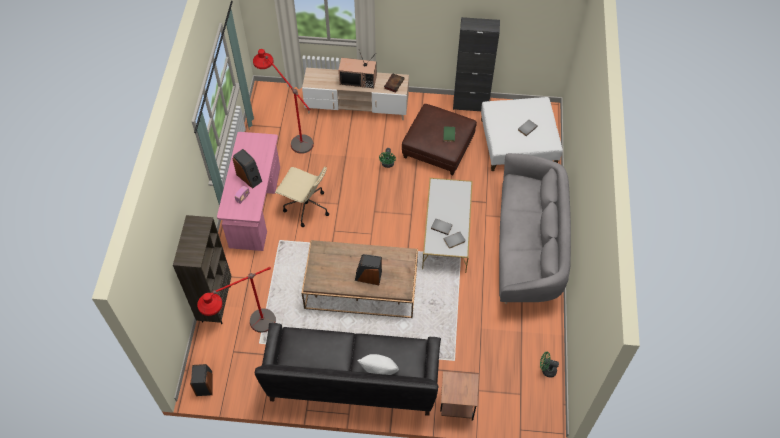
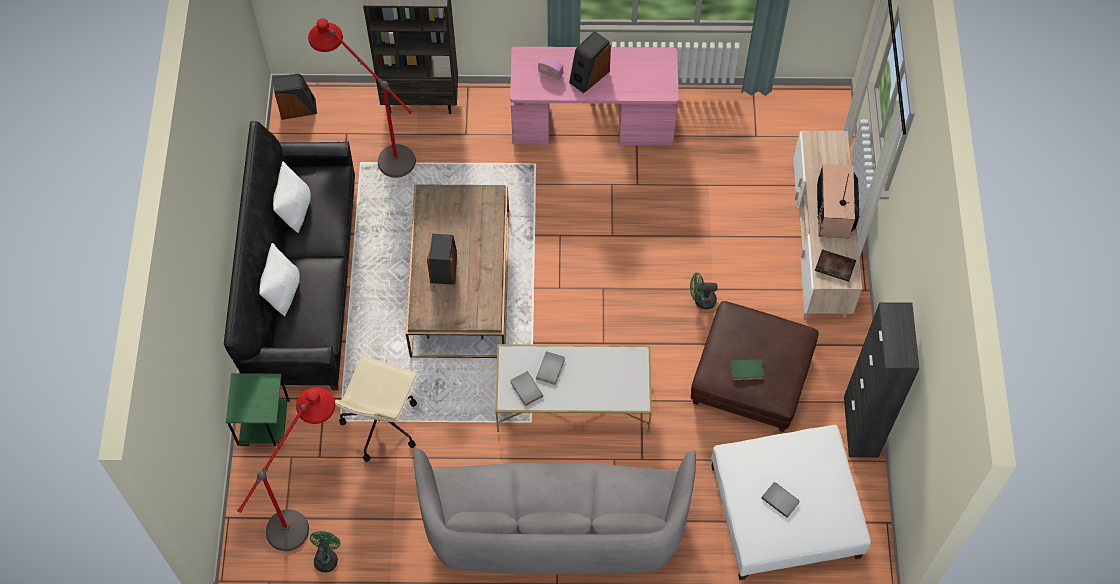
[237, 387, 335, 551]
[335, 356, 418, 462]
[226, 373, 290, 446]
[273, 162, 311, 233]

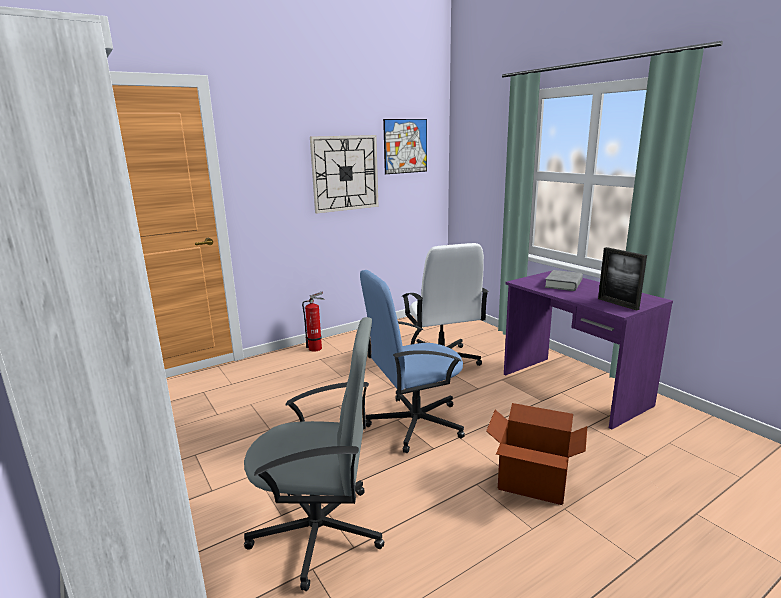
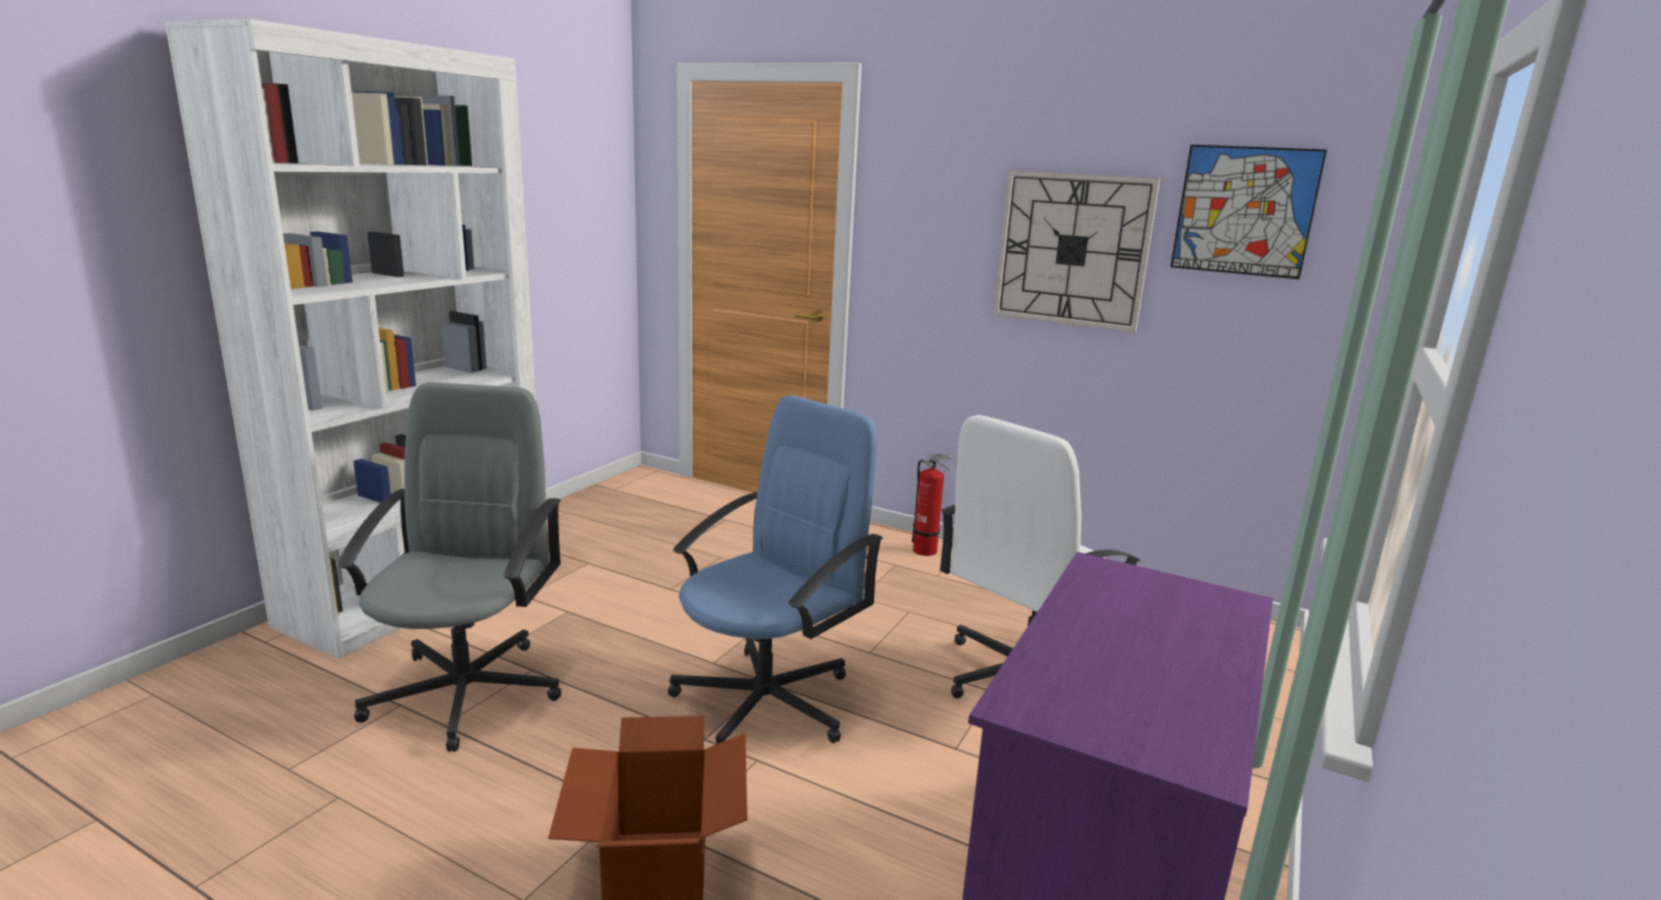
[336, 382, 561, 752]
[668, 395, 883, 744]
[545, 270, 583, 291] (first image)
[598, 247, 647, 311] (first image)

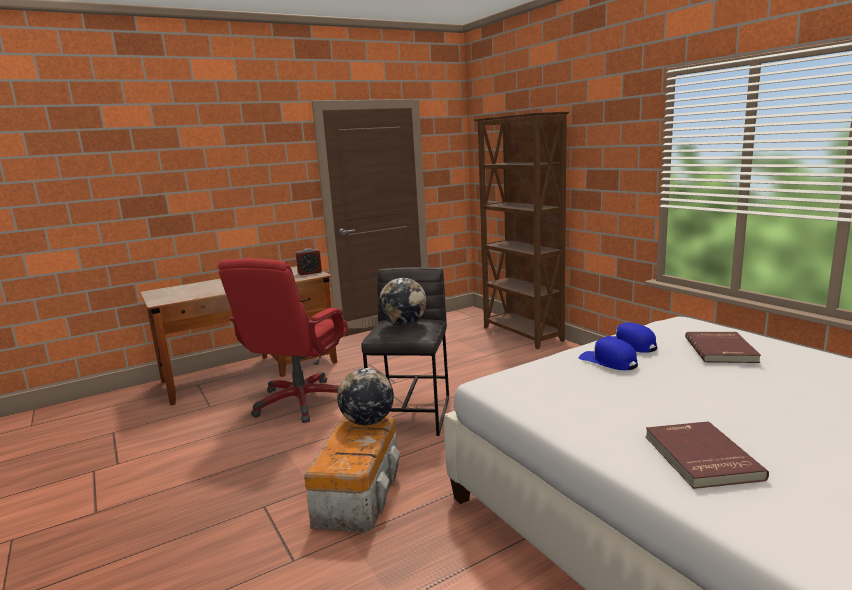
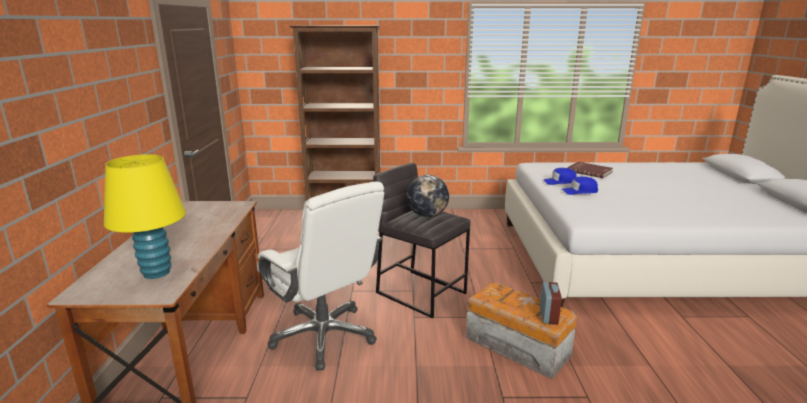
[257, 182, 384, 370]
[540, 282, 562, 325]
[337, 368, 394, 425] (first image)
[646, 421, 769, 489] (first image)
[104, 154, 186, 279]

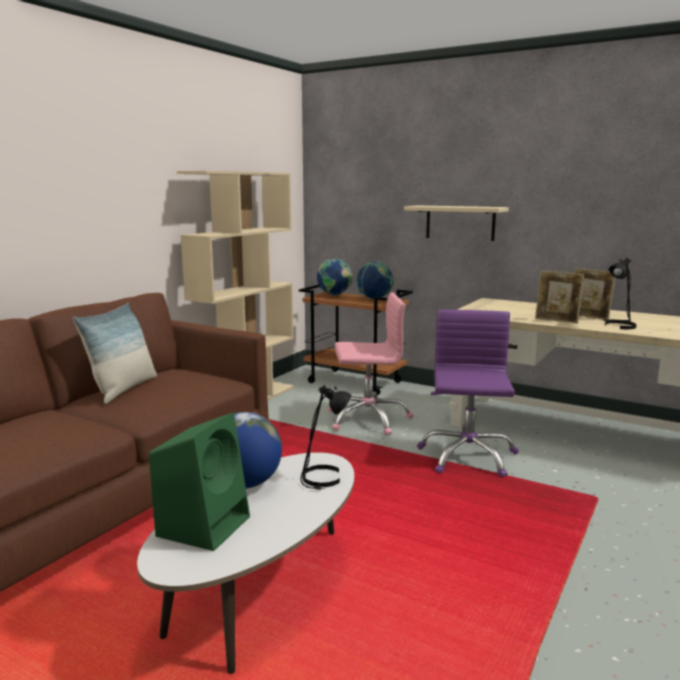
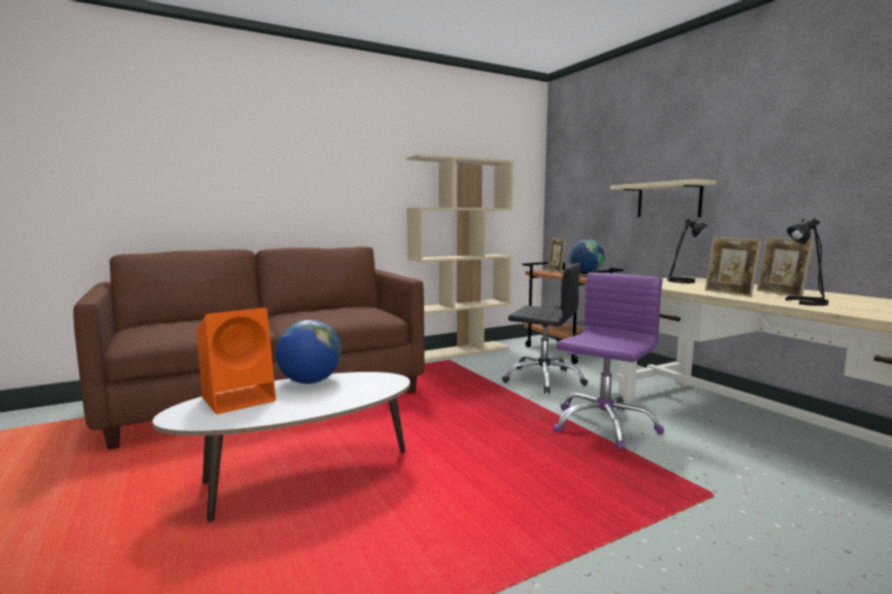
[73, 303, 157, 404] (first image)
[197, 308, 276, 414]
[667, 218, 708, 283]
[547, 237, 566, 273]
[502, 263, 588, 394]

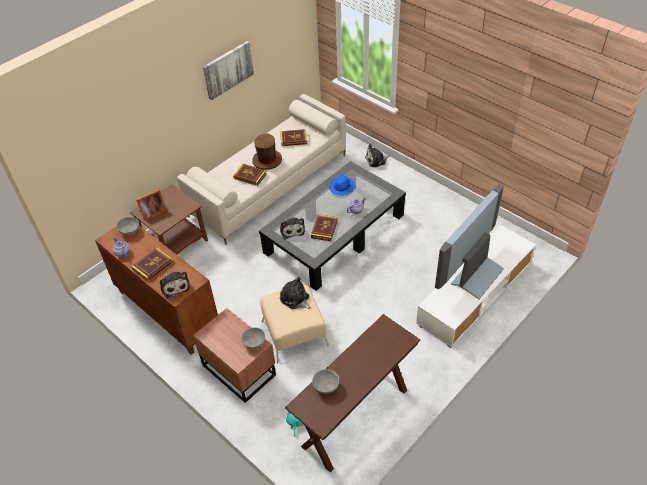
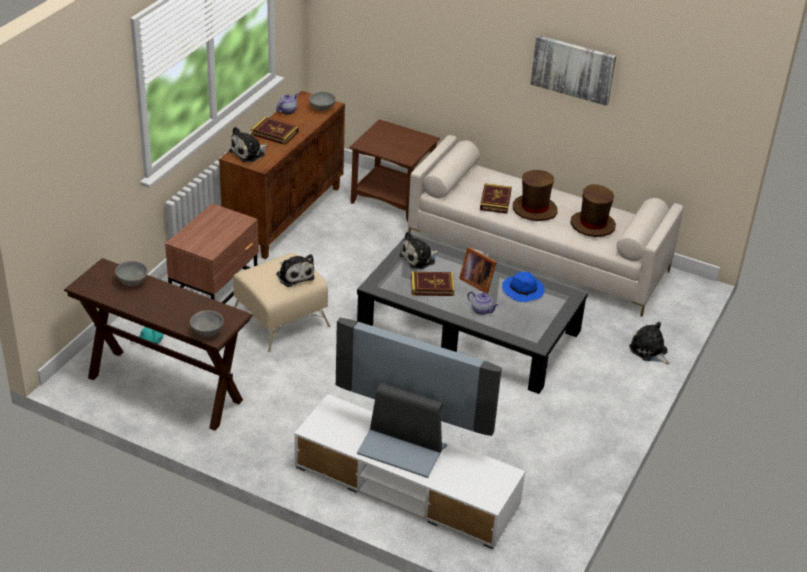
[459, 247, 497, 293]
[190, 310, 224, 337]
[571, 184, 616, 237]
[276, 254, 315, 287]

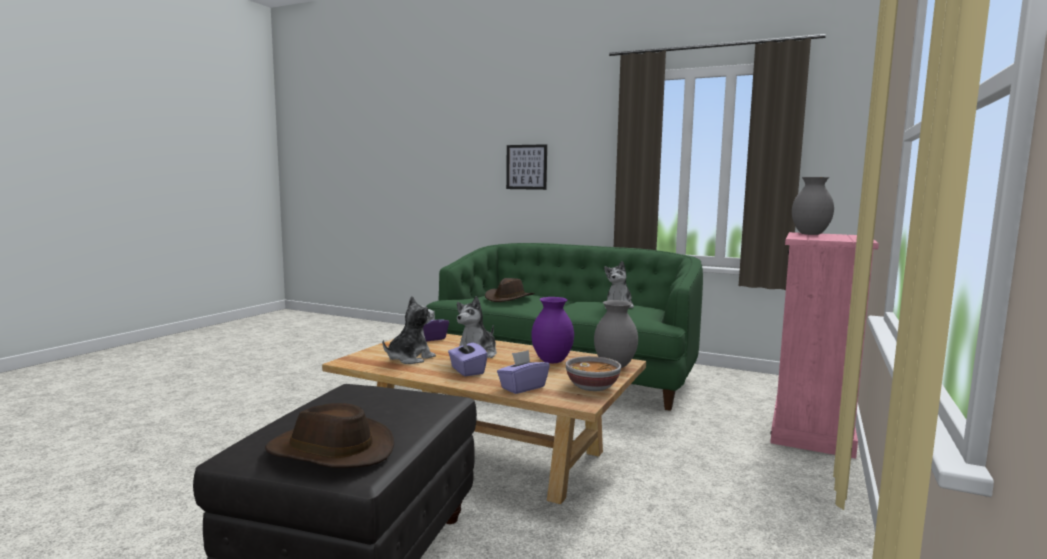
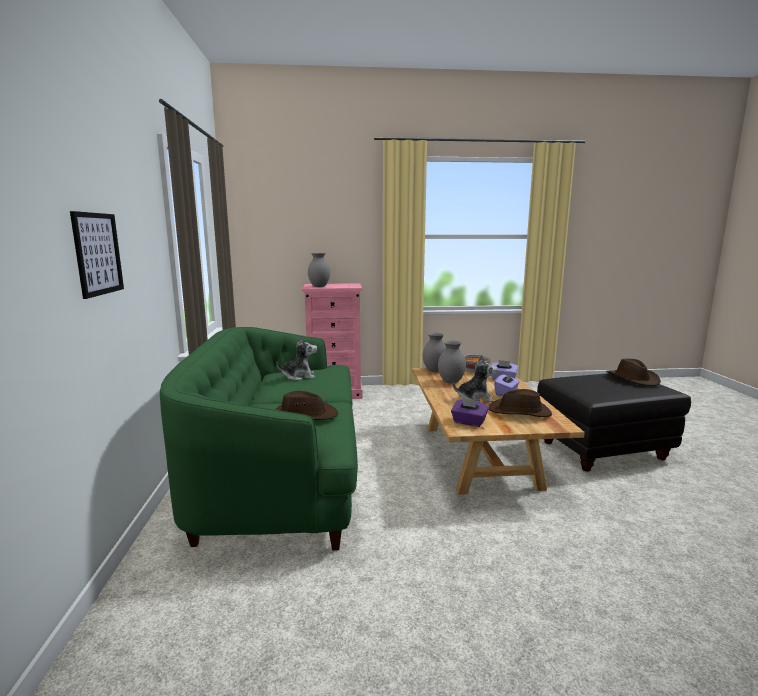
[488, 389, 552, 417]
[438, 340, 466, 384]

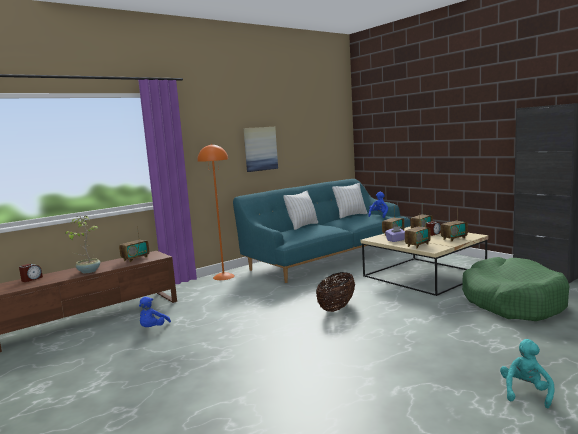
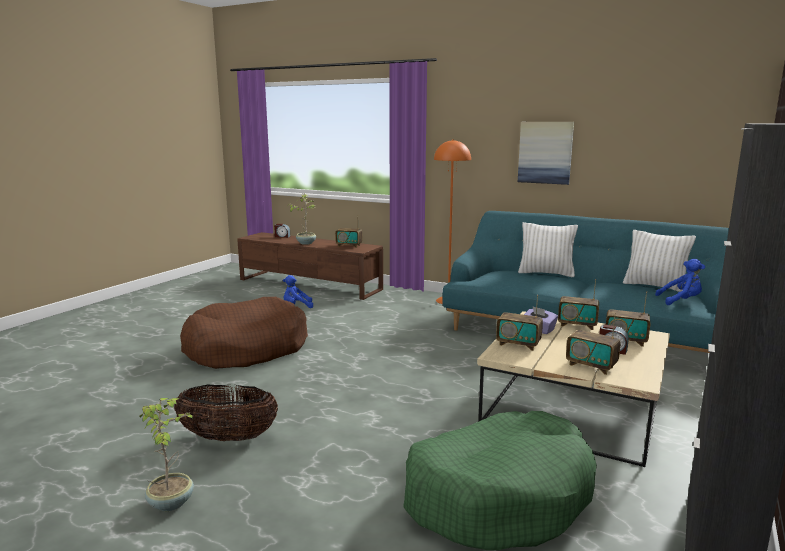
[174, 385, 278, 441]
[139, 398, 194, 511]
[180, 297, 308, 369]

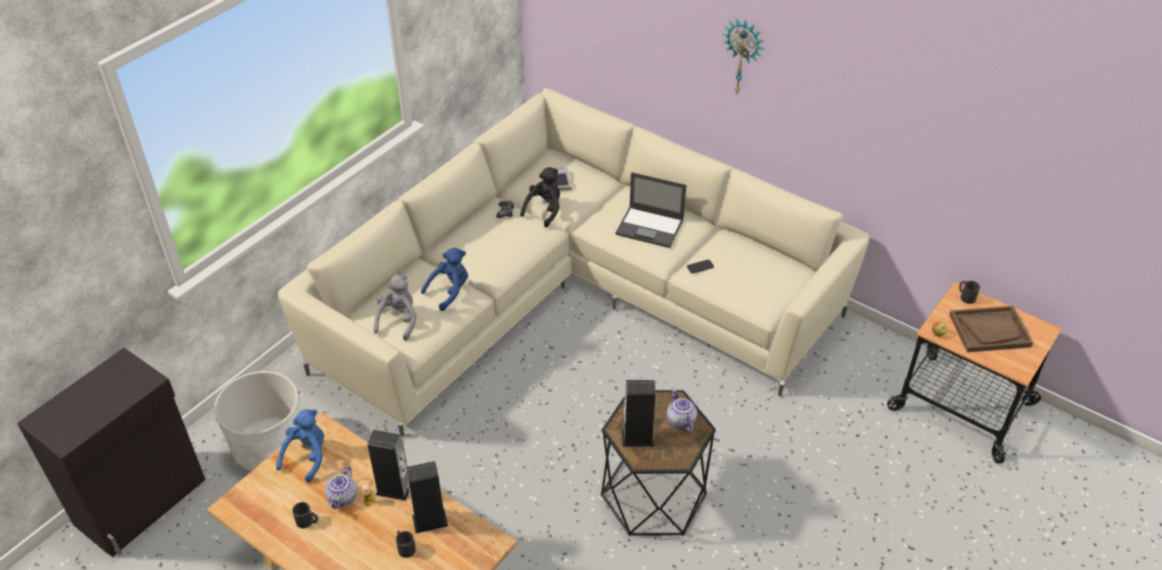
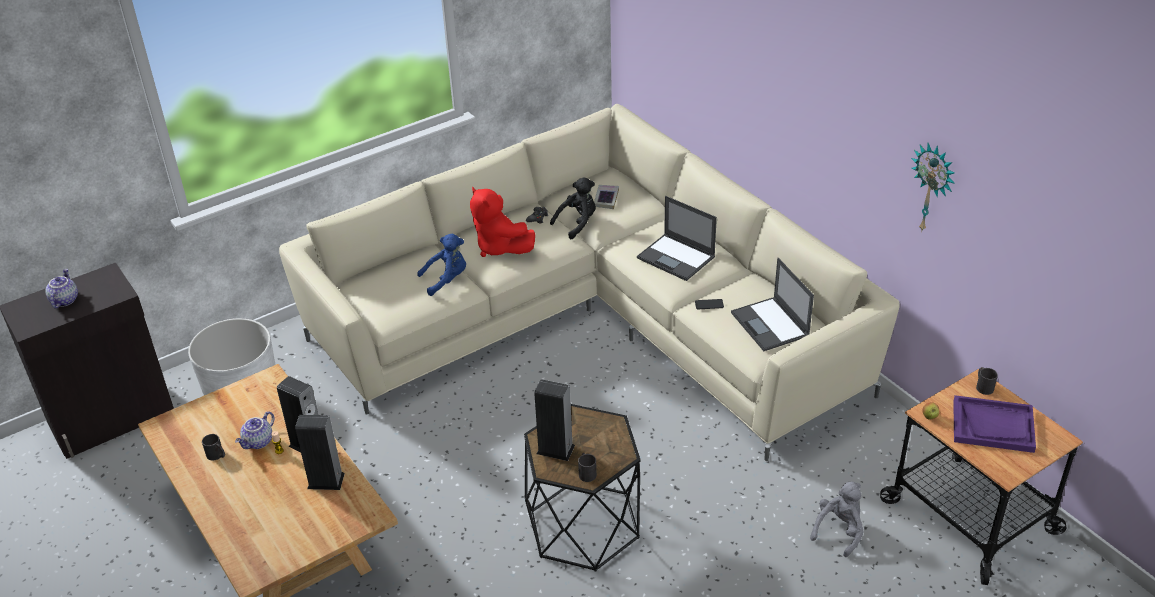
[276, 409, 324, 483] (first image)
[810, 481, 864, 557]
[578, 453, 597, 482]
[45, 269, 78, 309]
[911, 143, 955, 232]
[953, 395, 1036, 453]
[470, 186, 535, 257]
[731, 258, 814, 351]

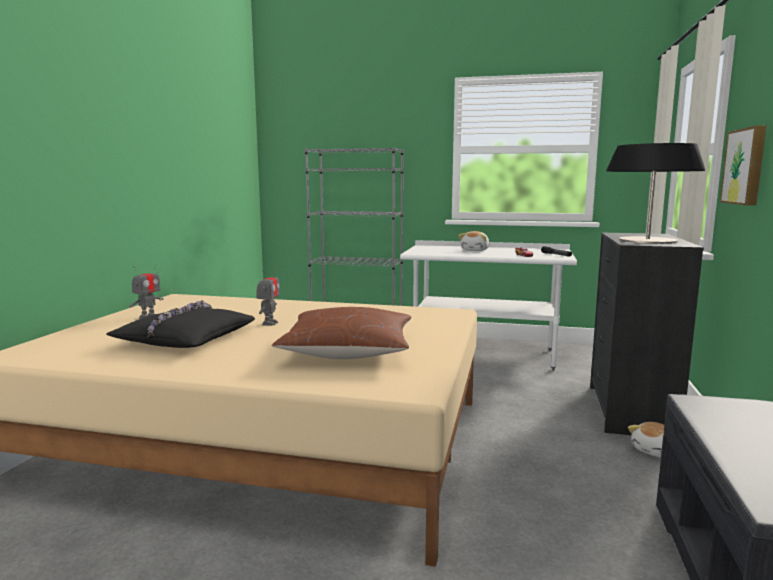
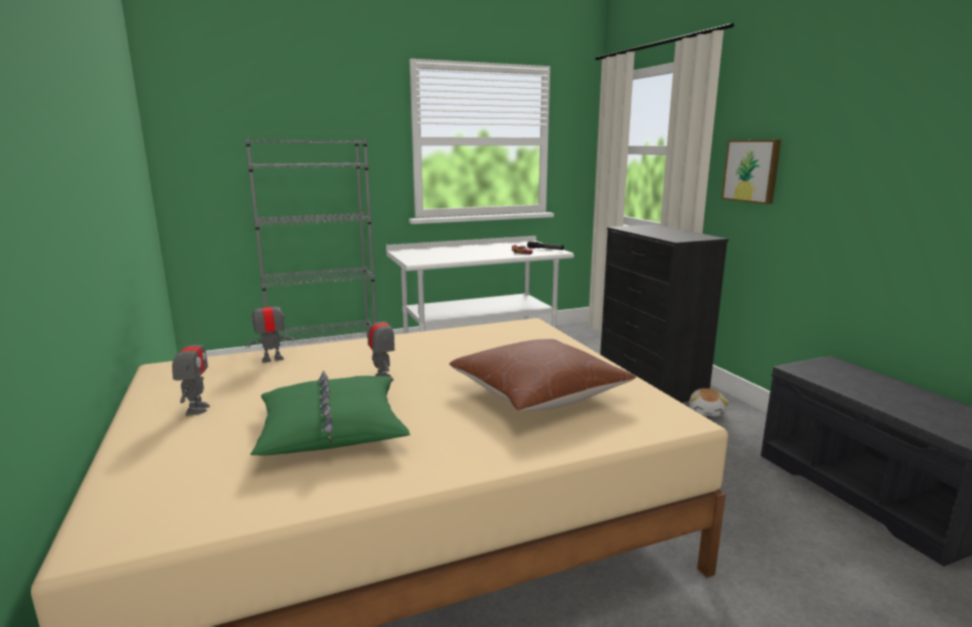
[250, 371, 410, 455]
[459, 231, 489, 251] (first image)
[606, 143, 705, 244] (first image)
[246, 295, 296, 363]

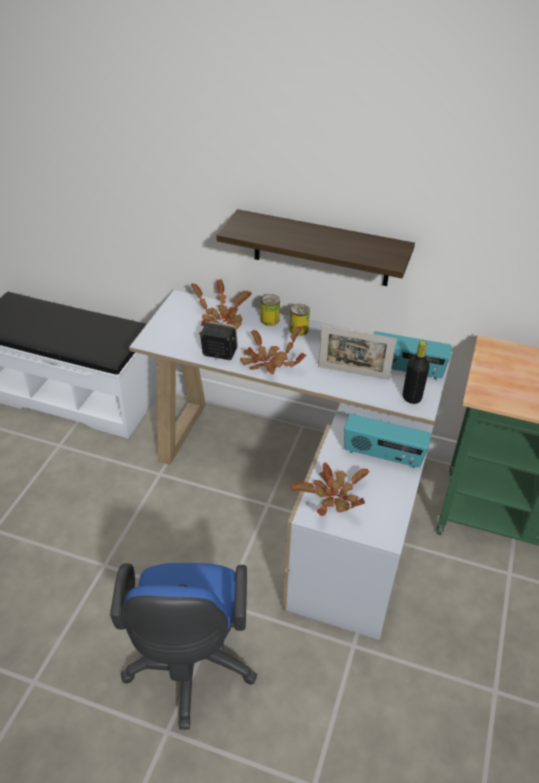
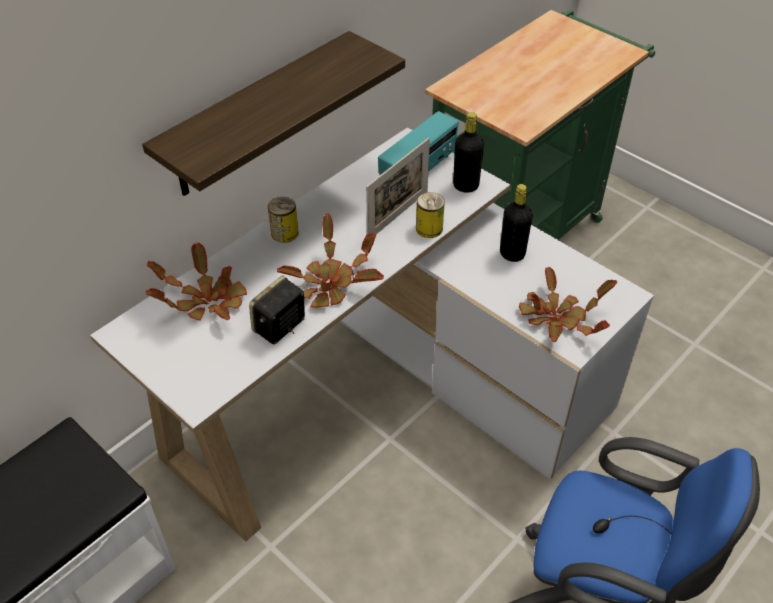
[416, 192, 445, 238]
[500, 184, 533, 262]

